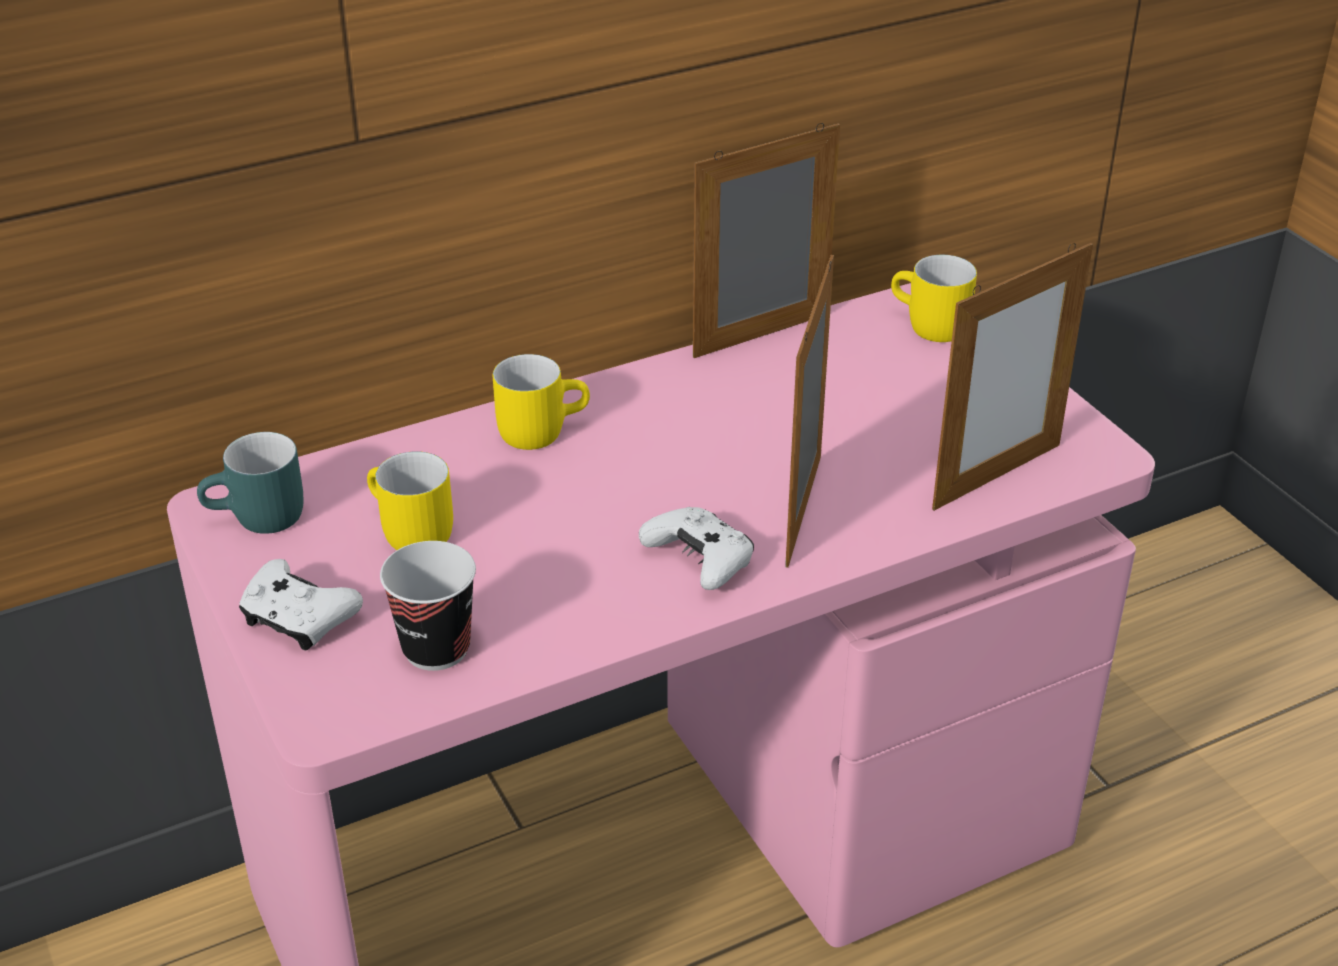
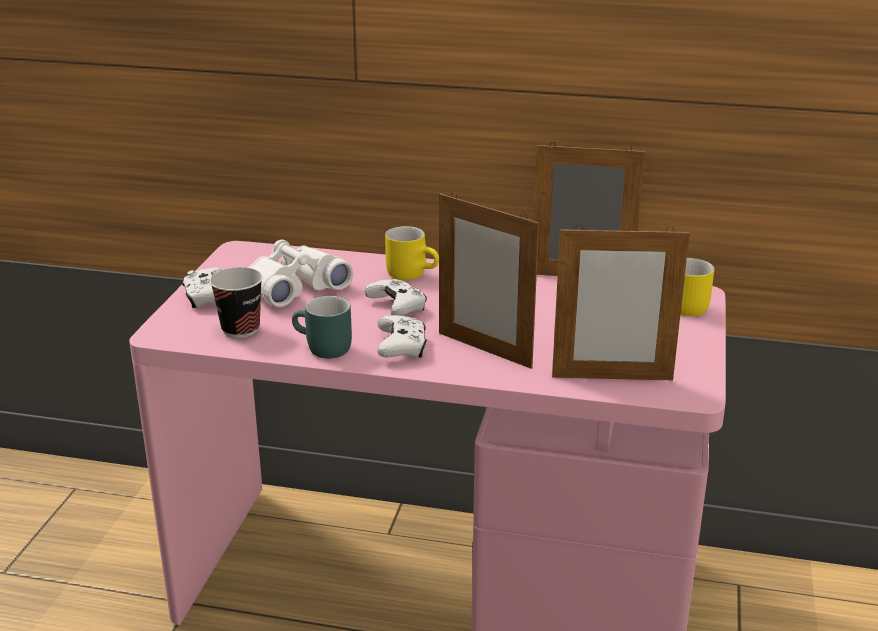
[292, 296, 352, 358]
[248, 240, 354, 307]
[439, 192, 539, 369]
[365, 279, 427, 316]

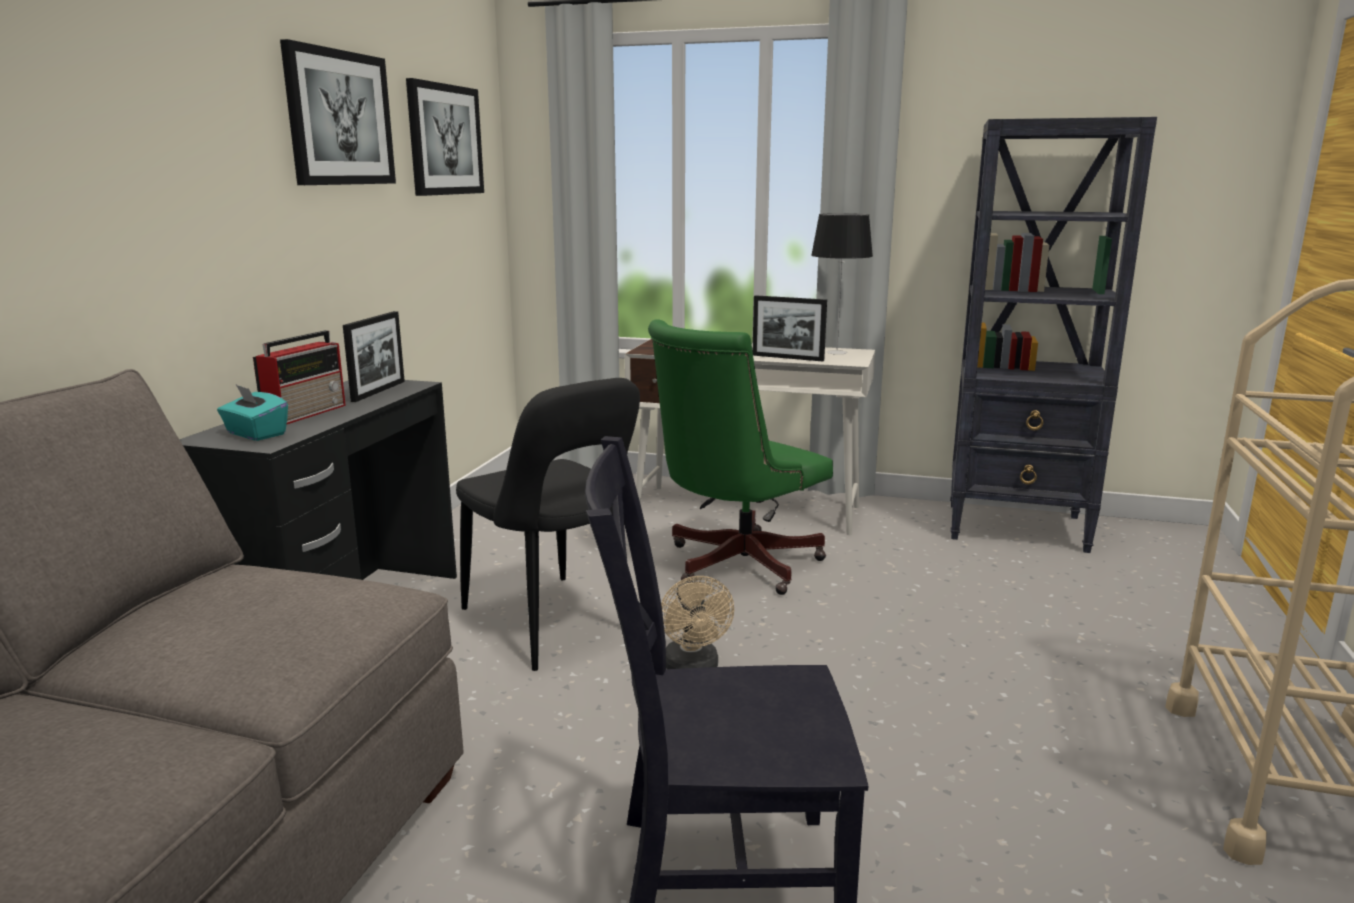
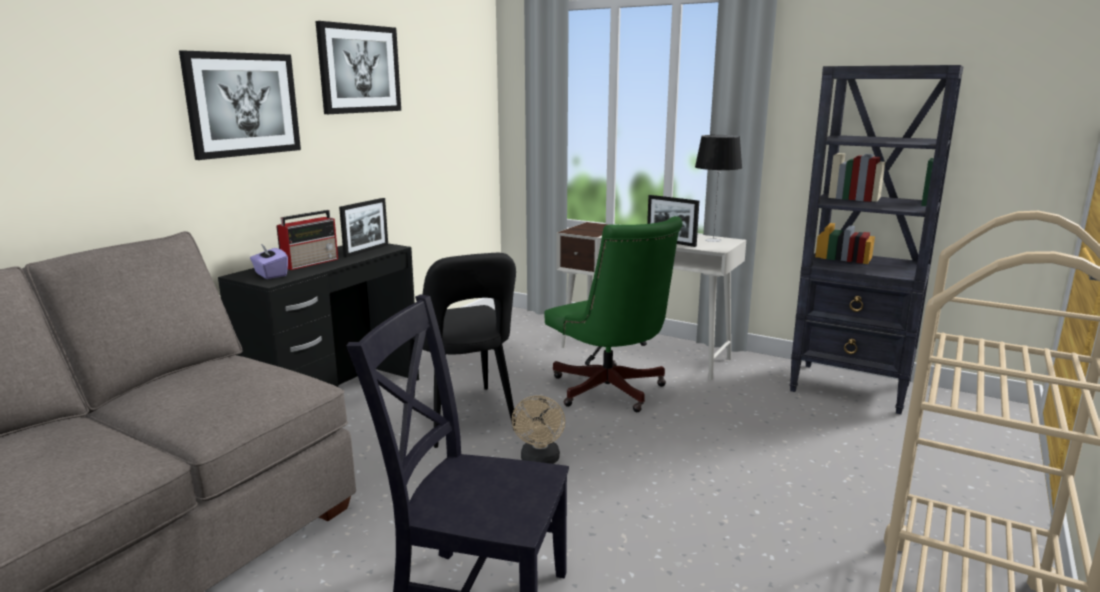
[250, 244, 288, 279]
[179, 50, 301, 160]
[544, 216, 683, 412]

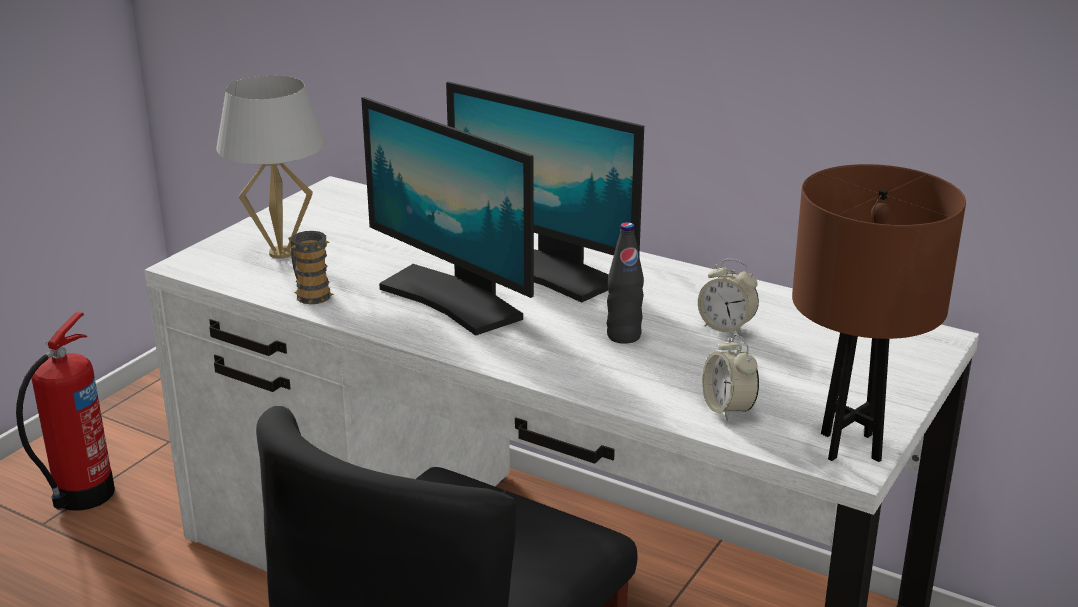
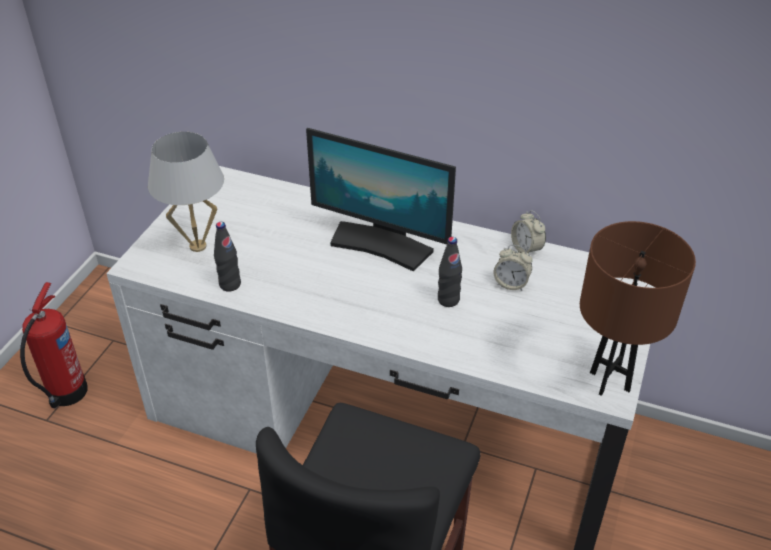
[214, 222, 241, 292]
[361, 97, 534, 336] (first image)
[511, 210, 546, 253]

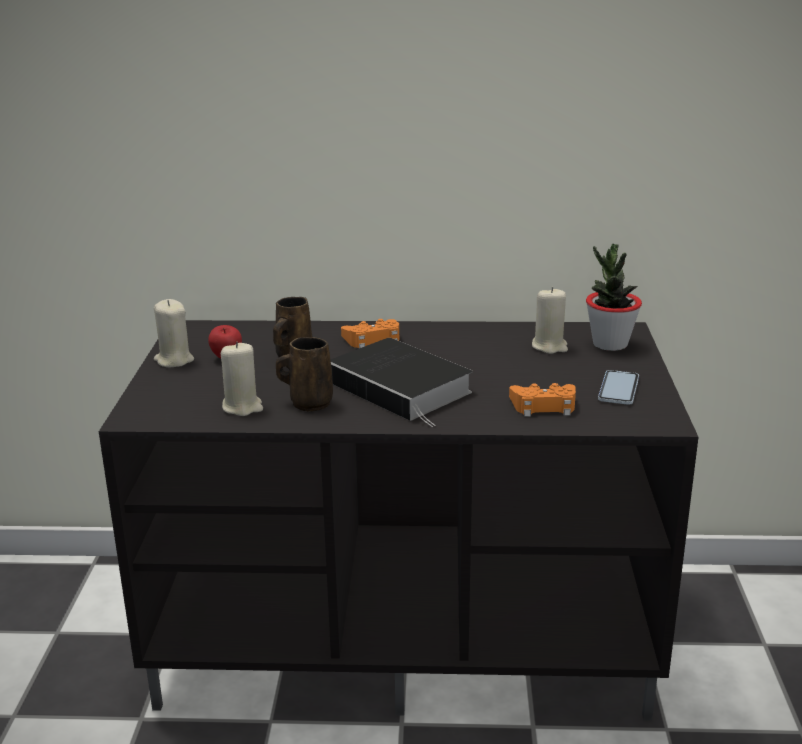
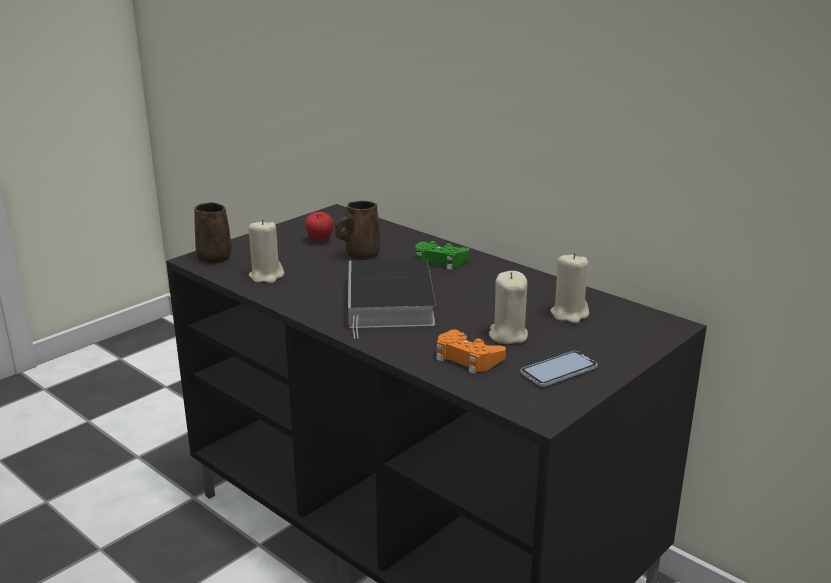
[489, 271, 528, 344]
[194, 202, 232, 263]
[415, 241, 470, 270]
[586, 244, 642, 351] (first image)

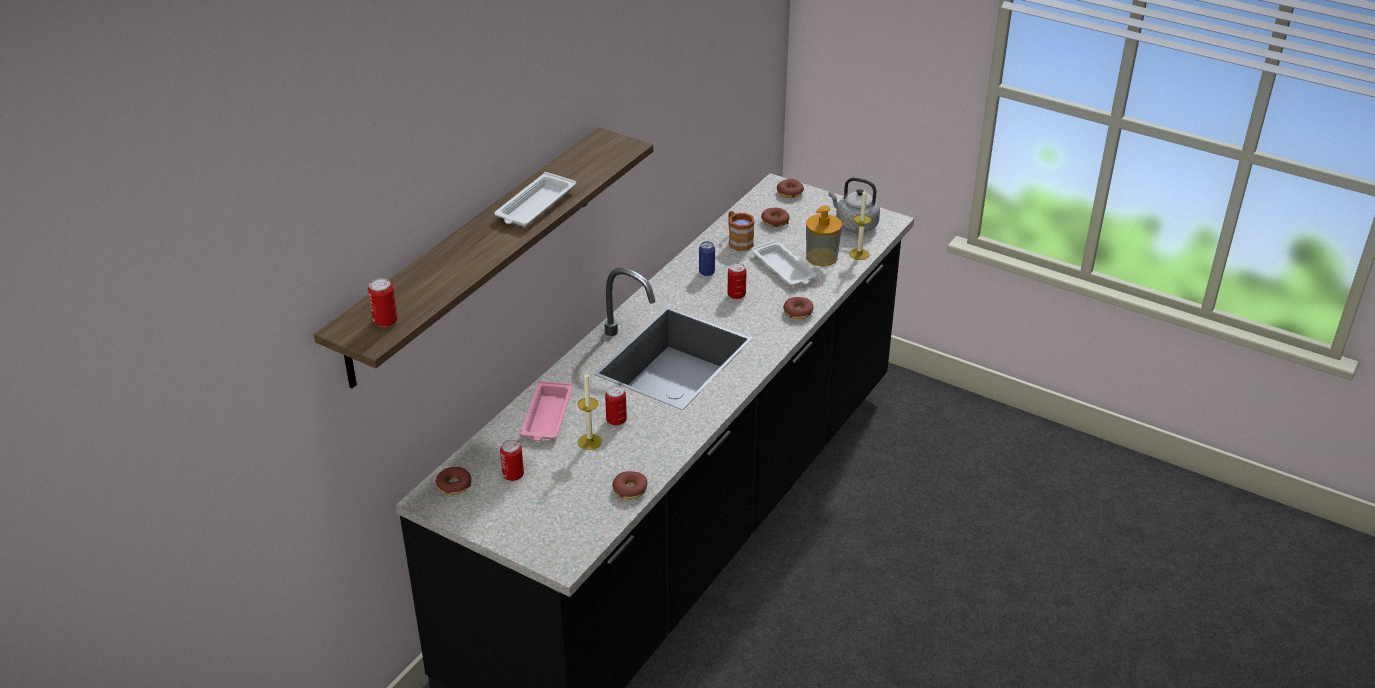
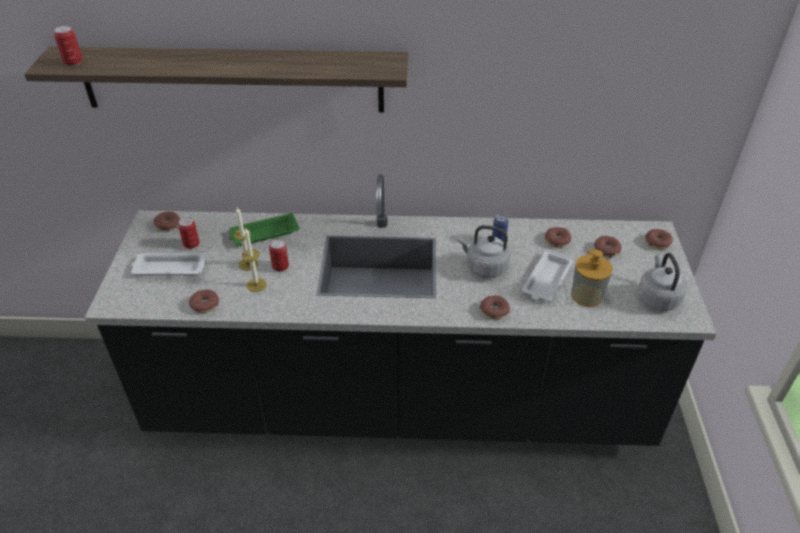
[131, 253, 207, 276]
[229, 213, 300, 246]
[458, 225, 510, 278]
[545, 227, 571, 247]
[242, 228, 266, 292]

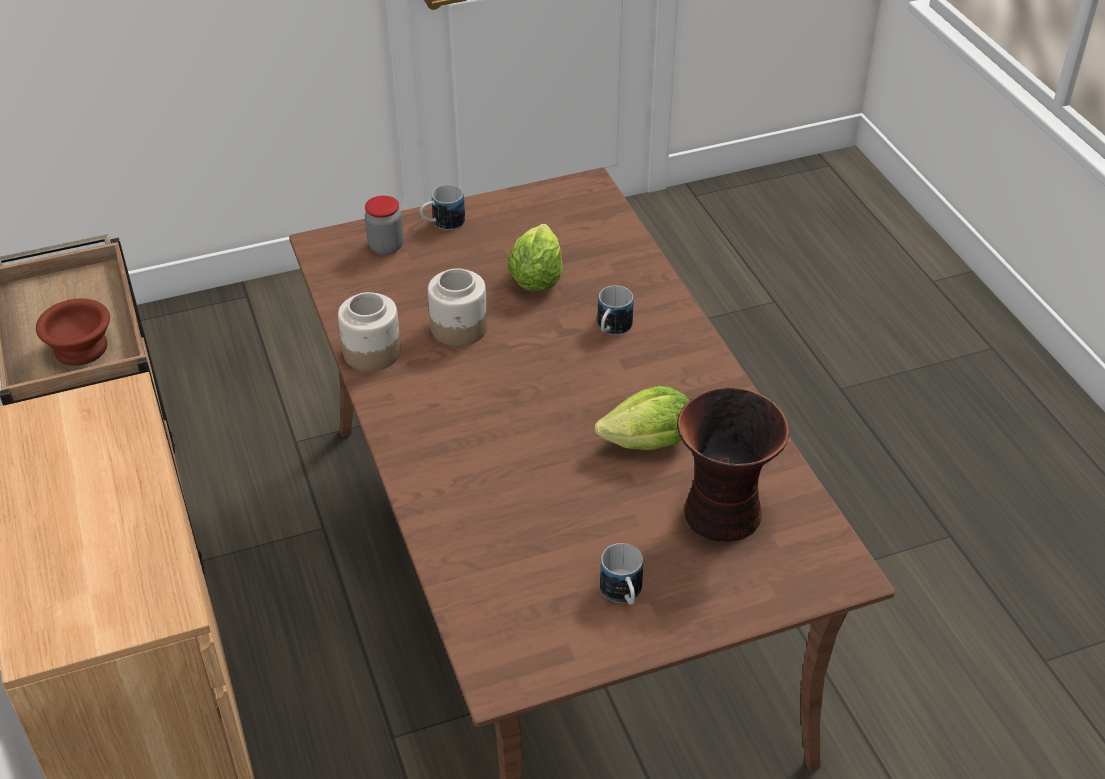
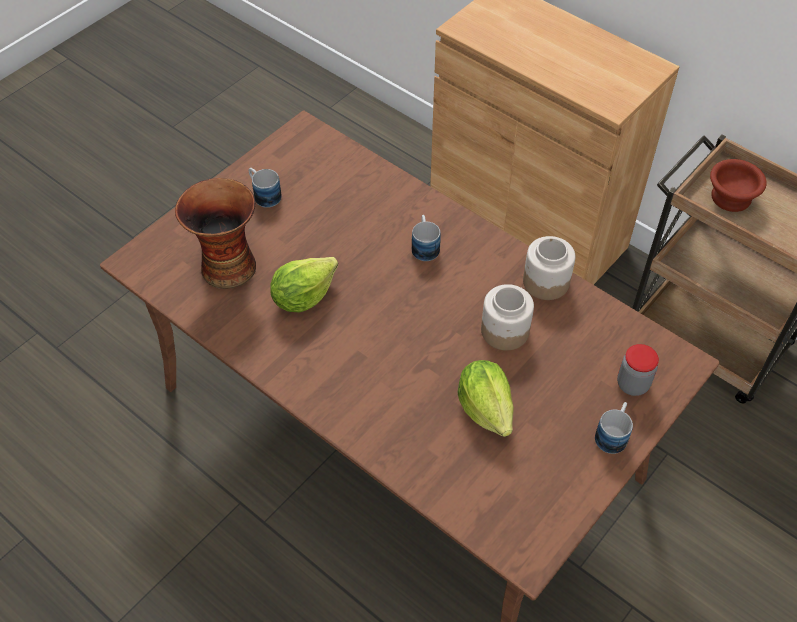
[412, 215, 441, 261]

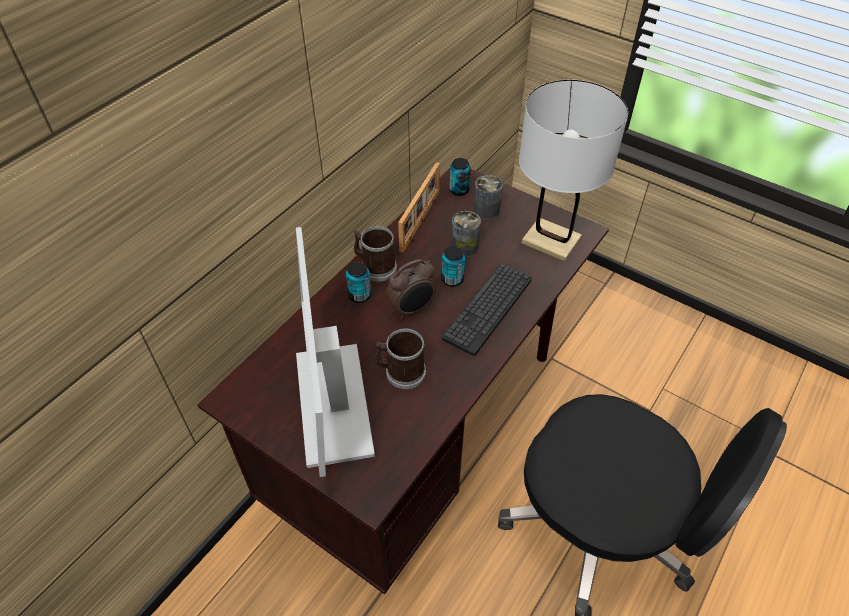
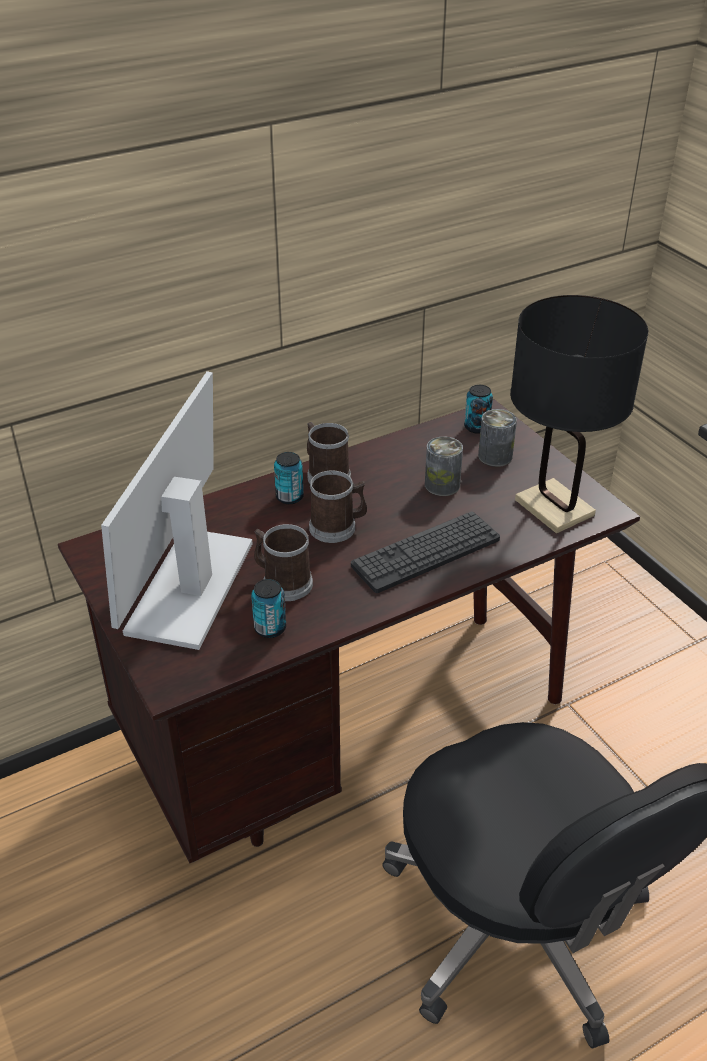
[309, 470, 367, 543]
[398, 162, 440, 253] (first image)
[251, 579, 286, 638]
[510, 295, 648, 533]

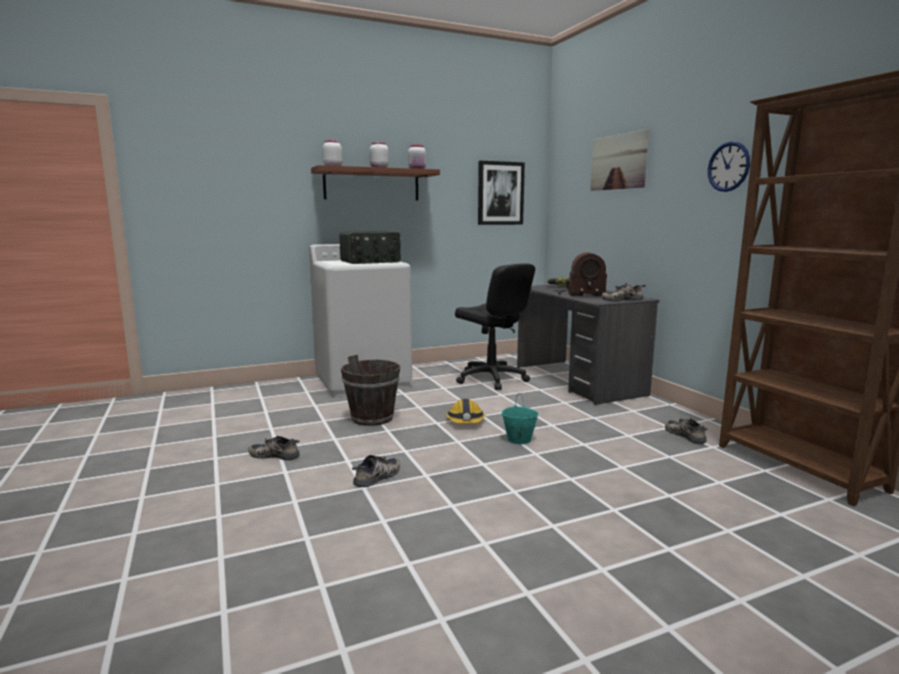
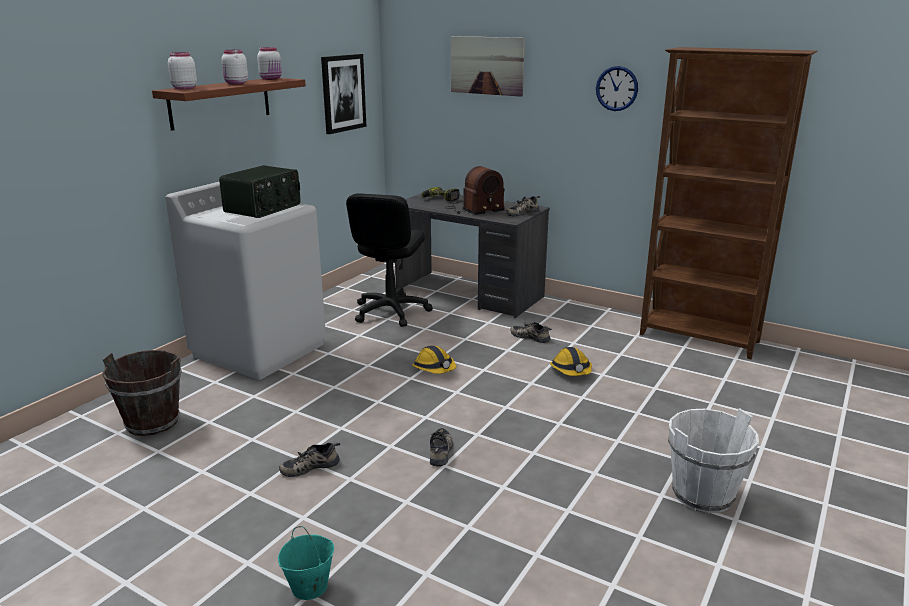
[102, 350, 182, 436]
[346, 193, 433, 327]
[278, 526, 334, 600]
[510, 322, 552, 343]
[550, 347, 592, 376]
[668, 408, 759, 513]

